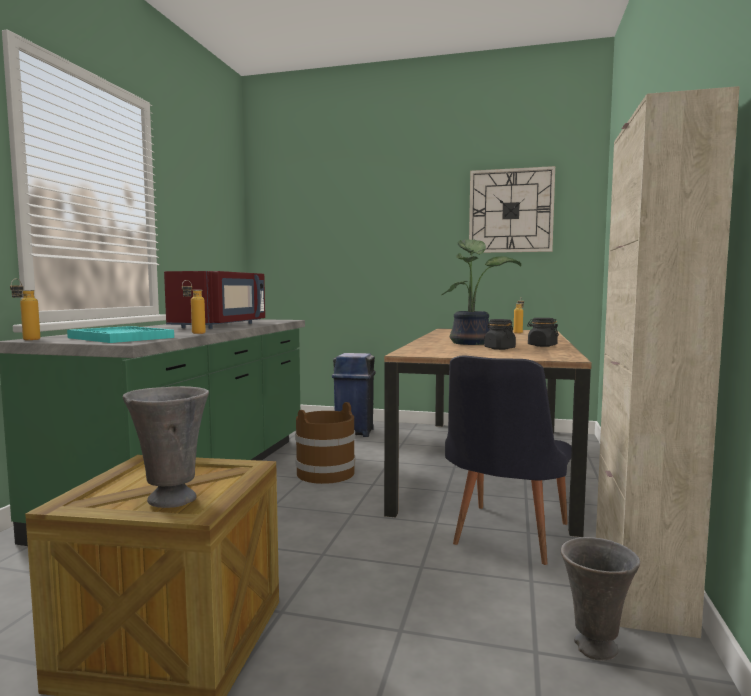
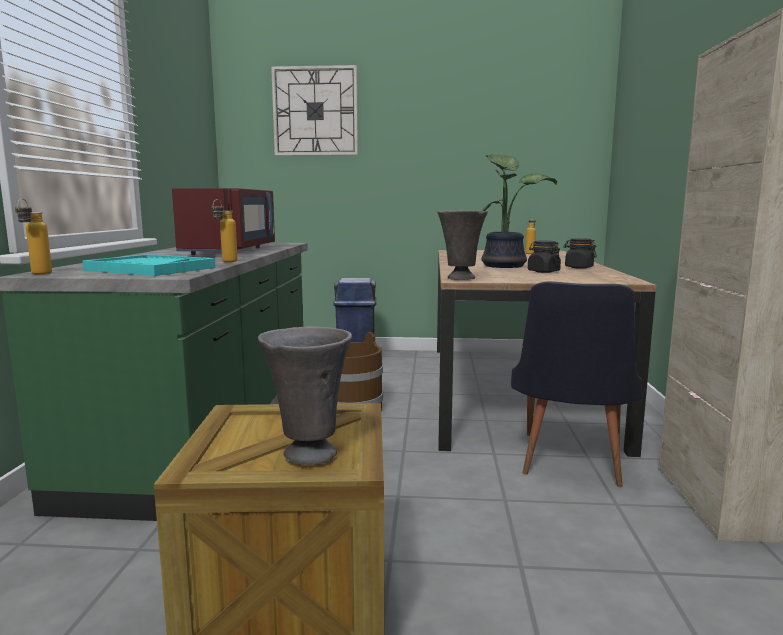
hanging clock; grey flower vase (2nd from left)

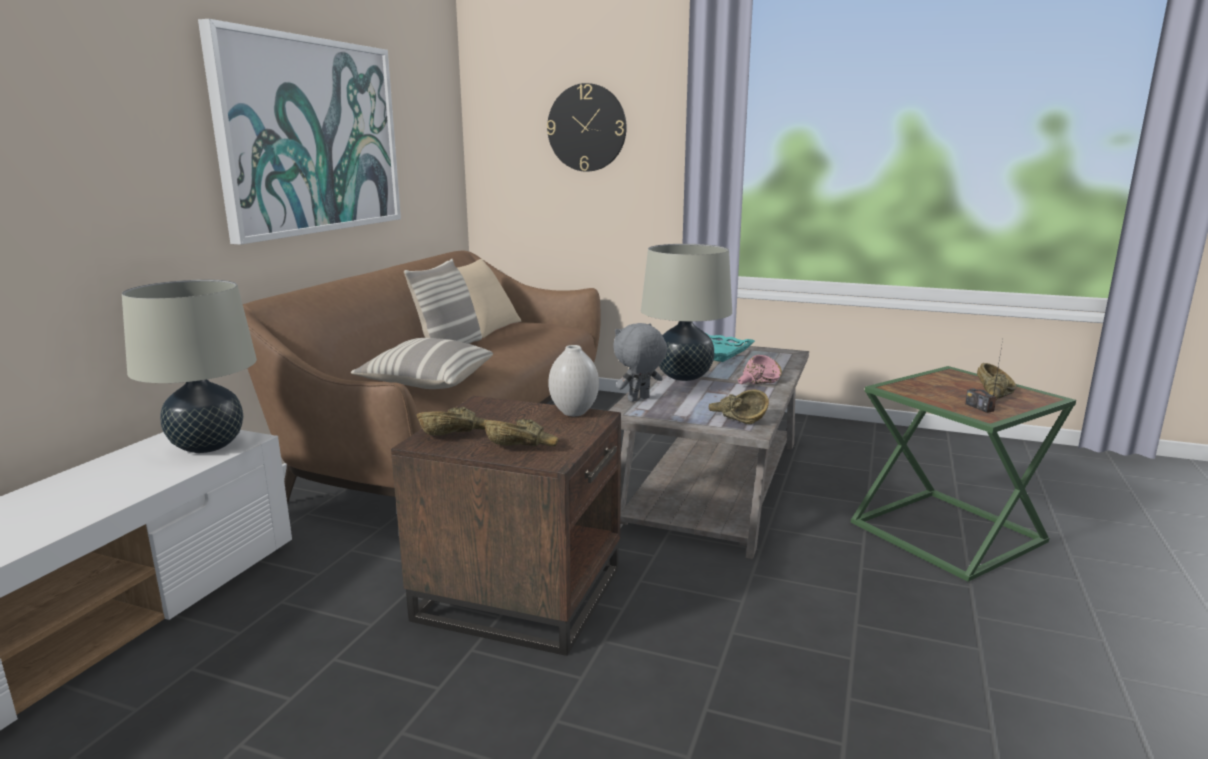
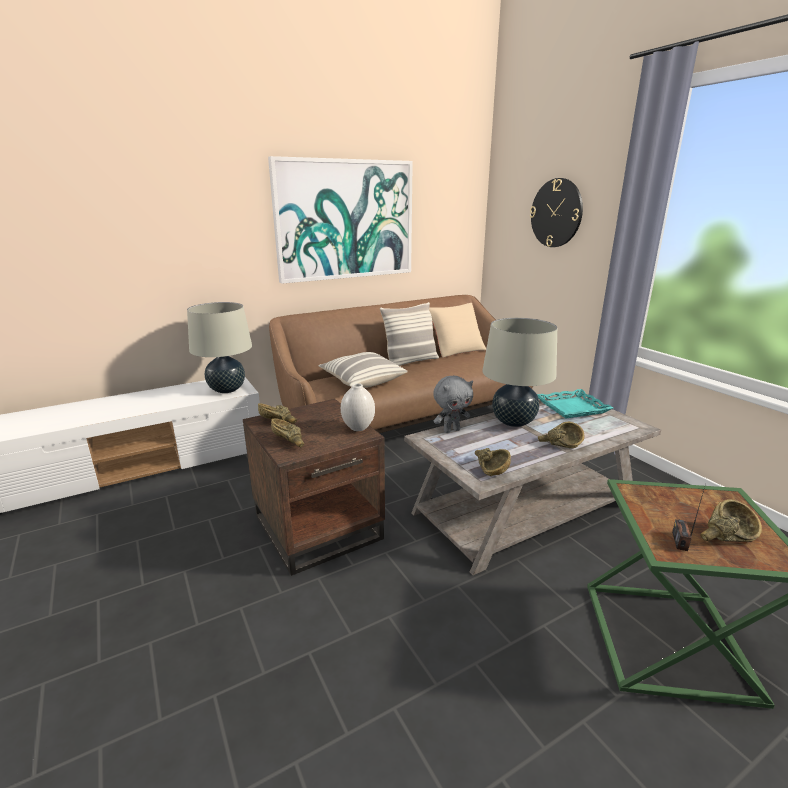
grey cuddly toy; brown-coloured deep dish (4th from left)

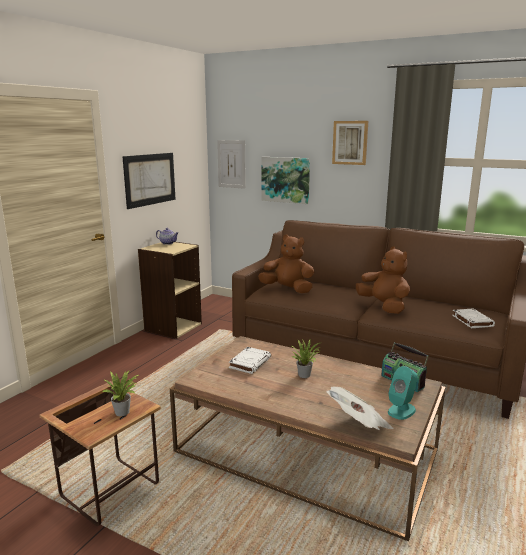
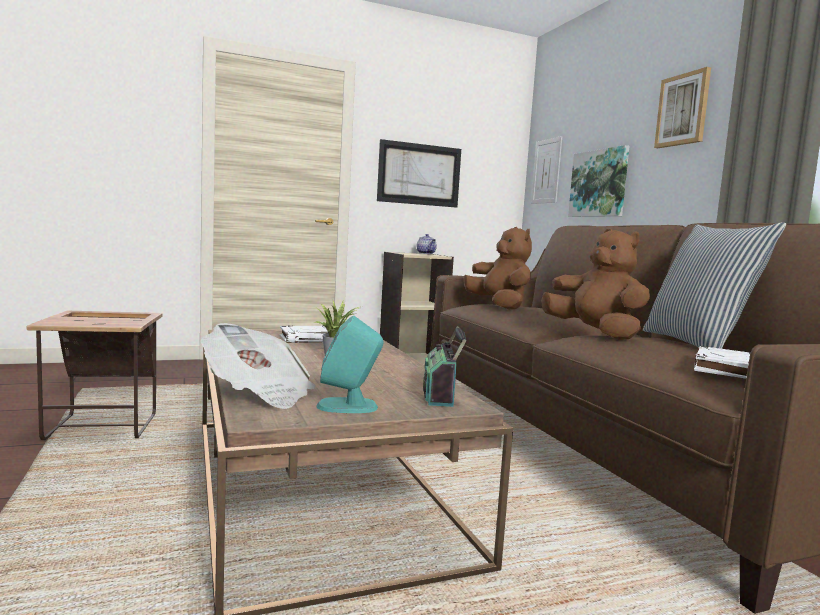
brown-coloured cuddly toy (2nd from left); houseplant (1st from left in the first image); cushion

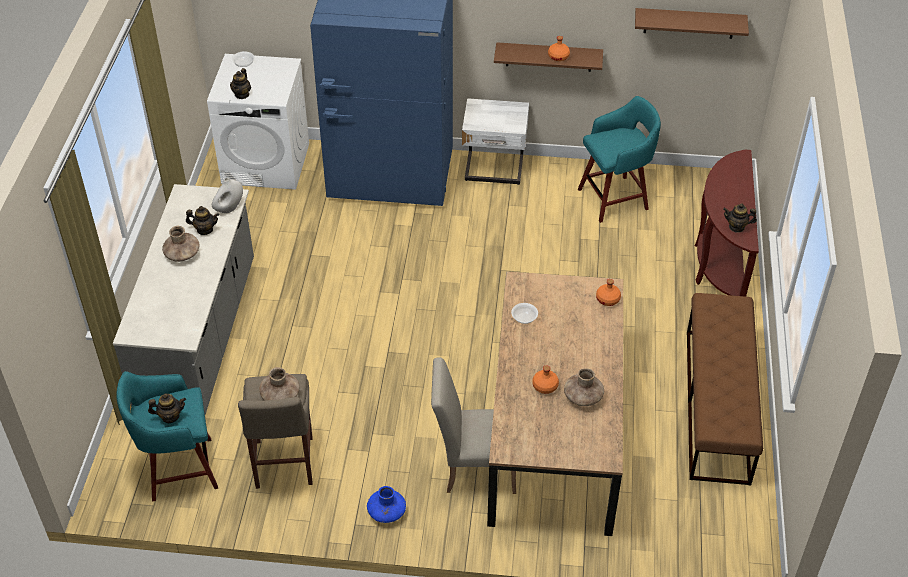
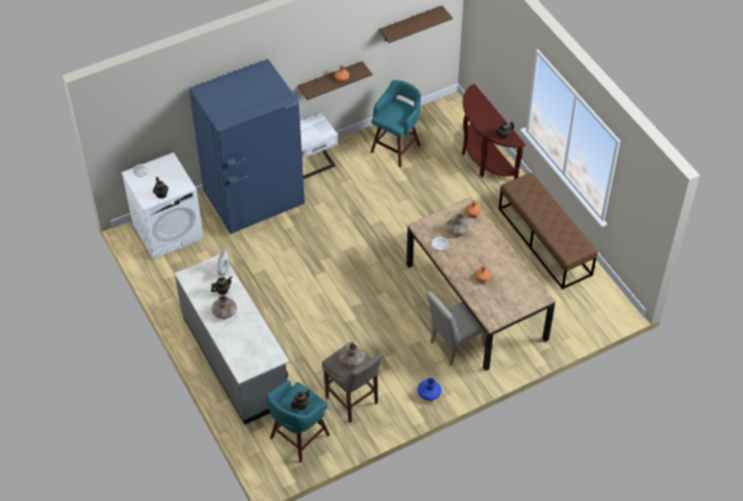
brown-coloured flower vase (3rd from left)

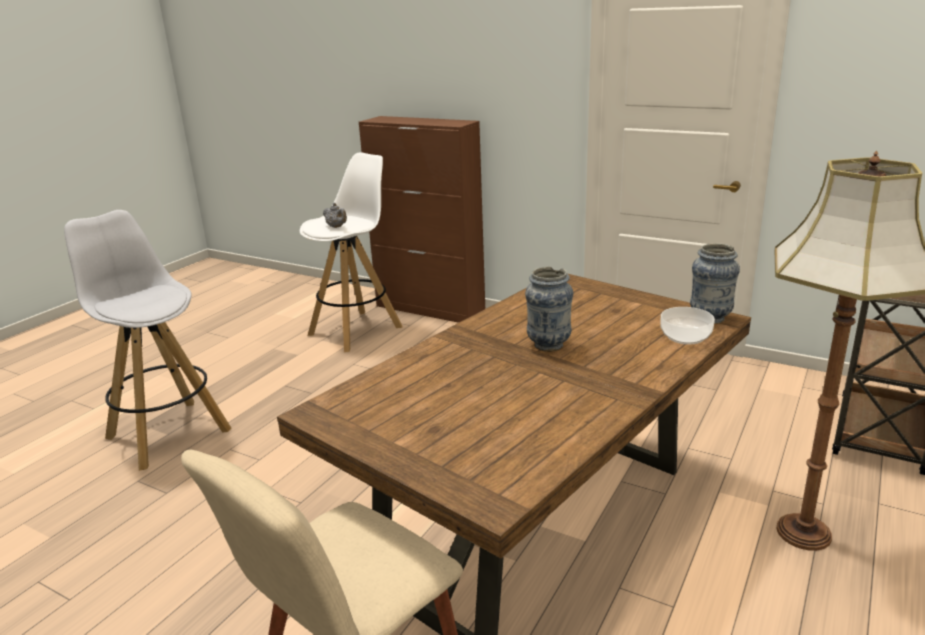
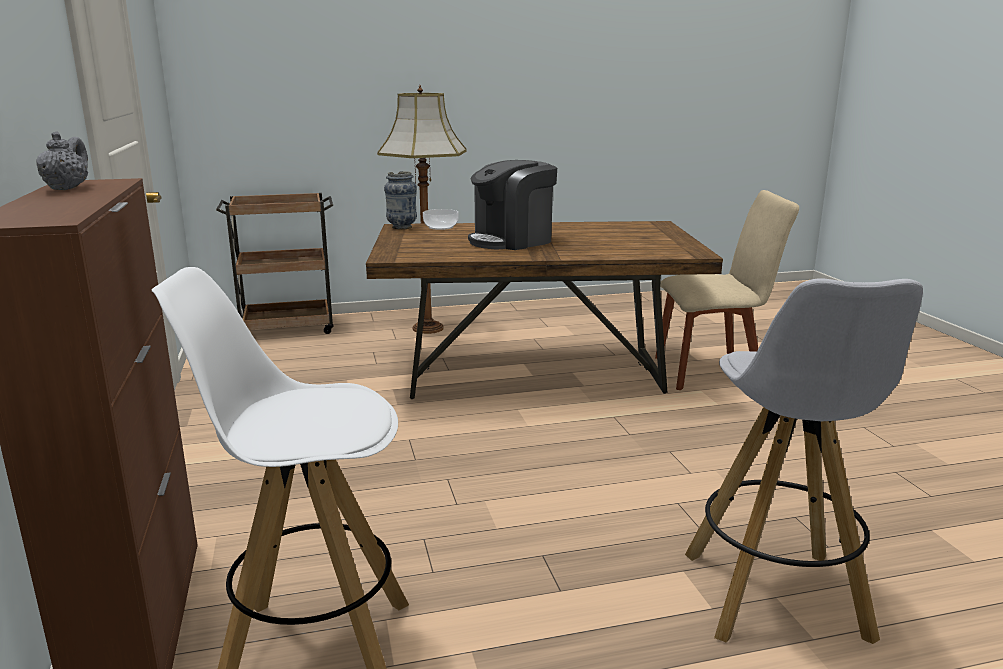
grey tea pot; coffee maker

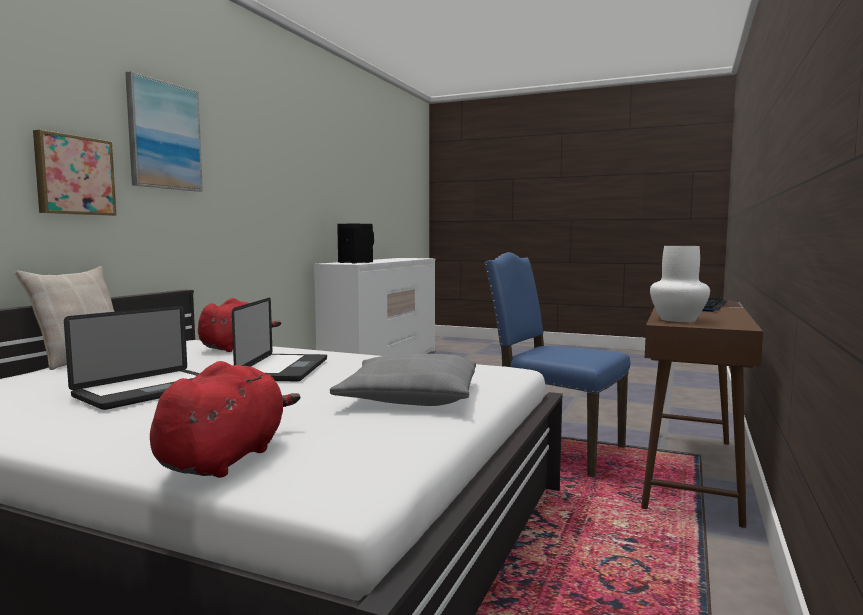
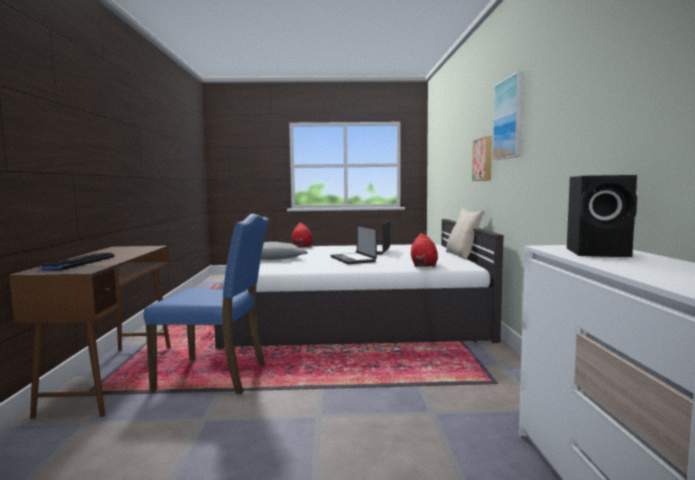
whitish flower vase

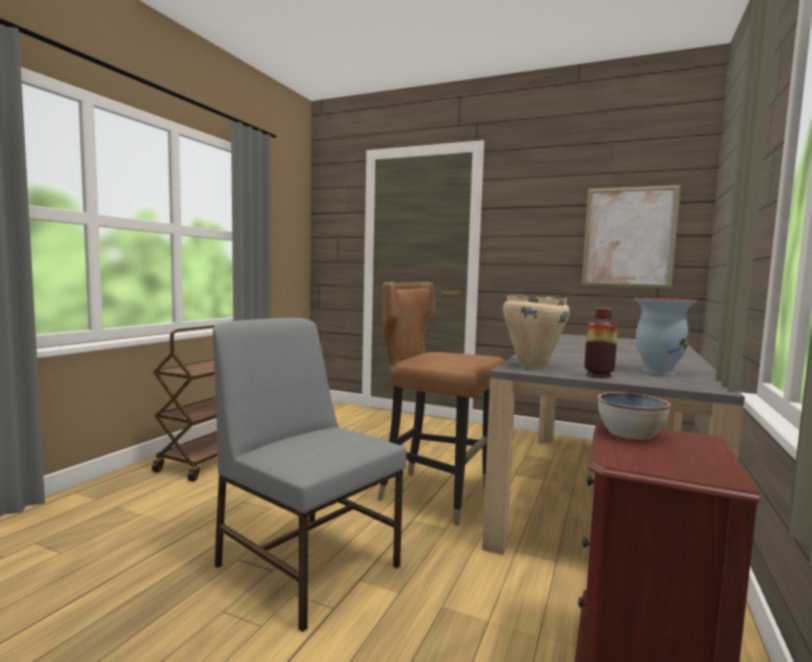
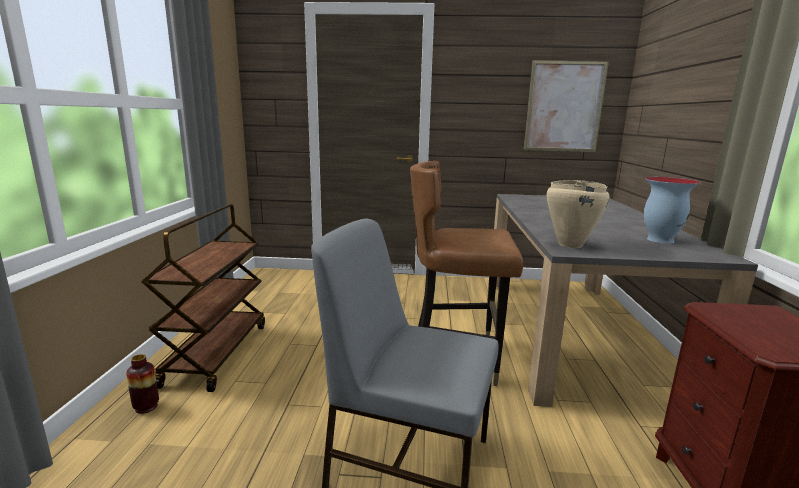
flower vase (1st from left); deep dish

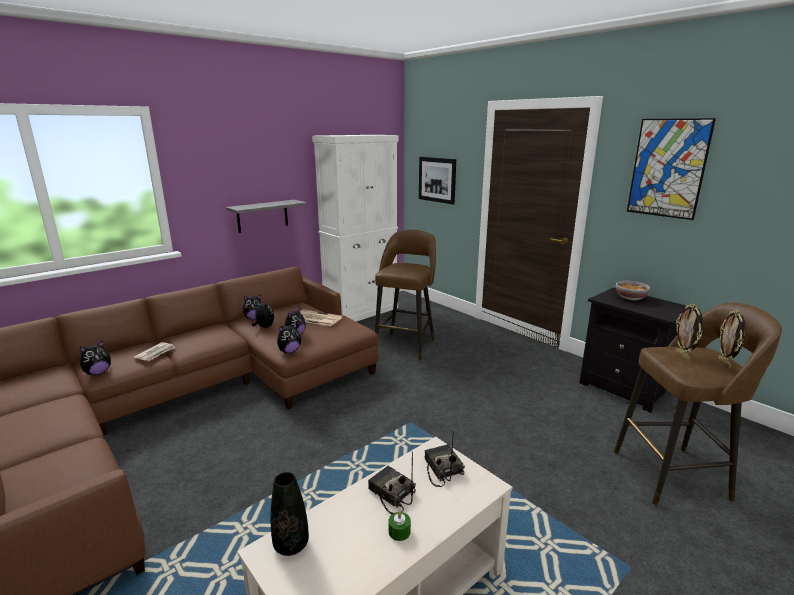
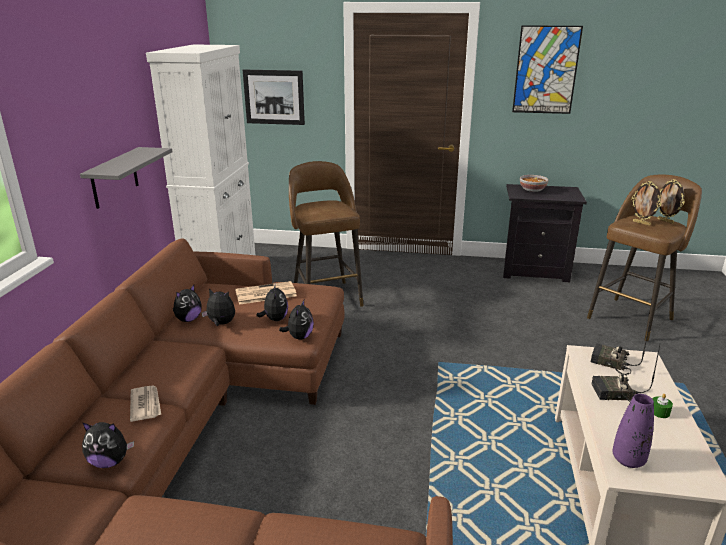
cuddly toy (1st from left); purplish flower vase

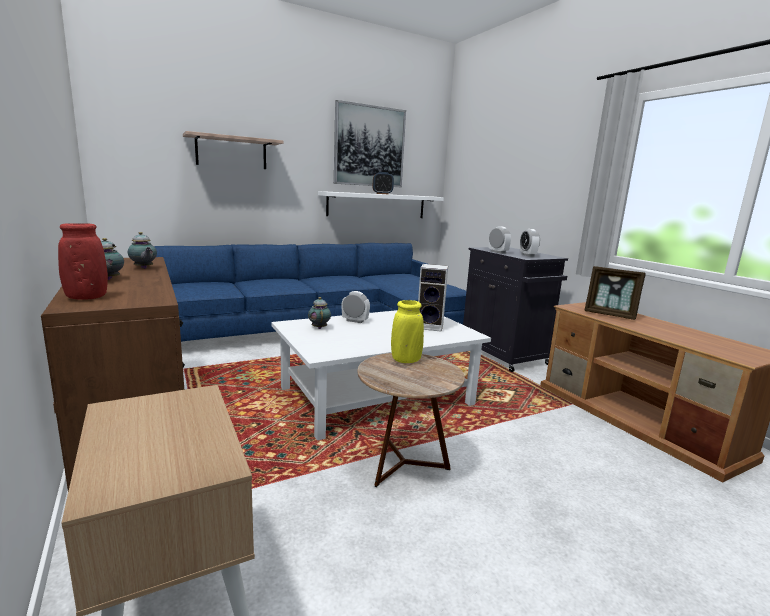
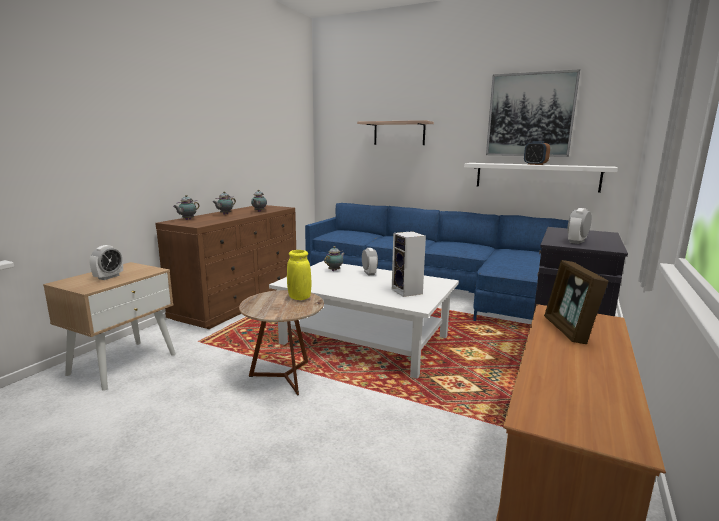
tea pot (1st from left); alarm clock (1st from left)

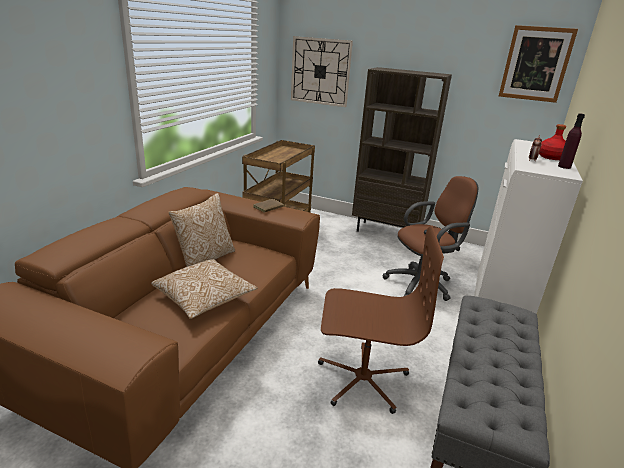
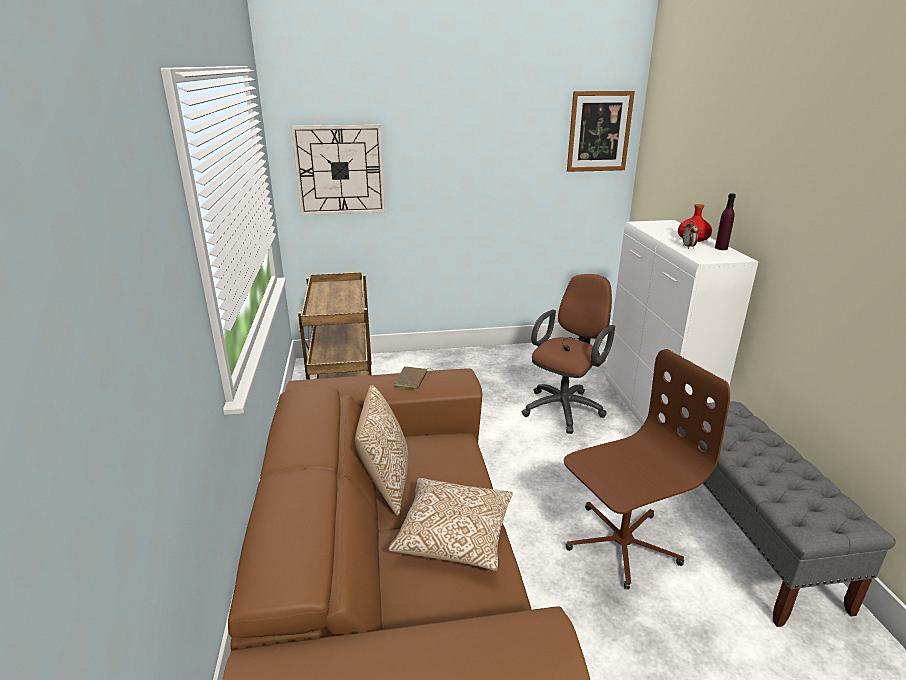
brown-coloured shelving unit

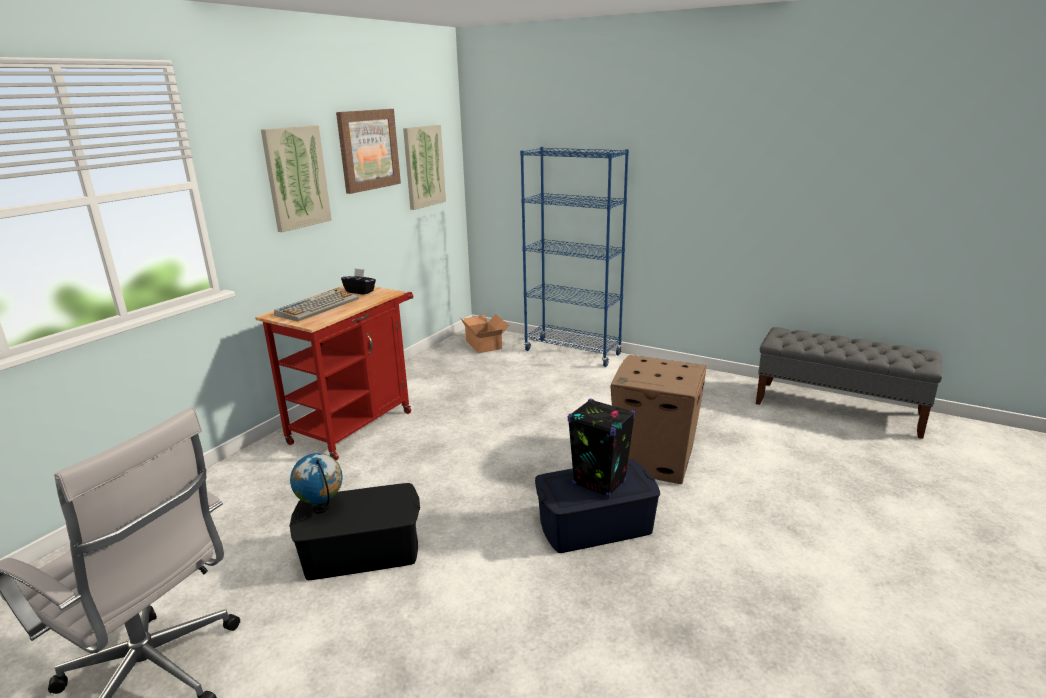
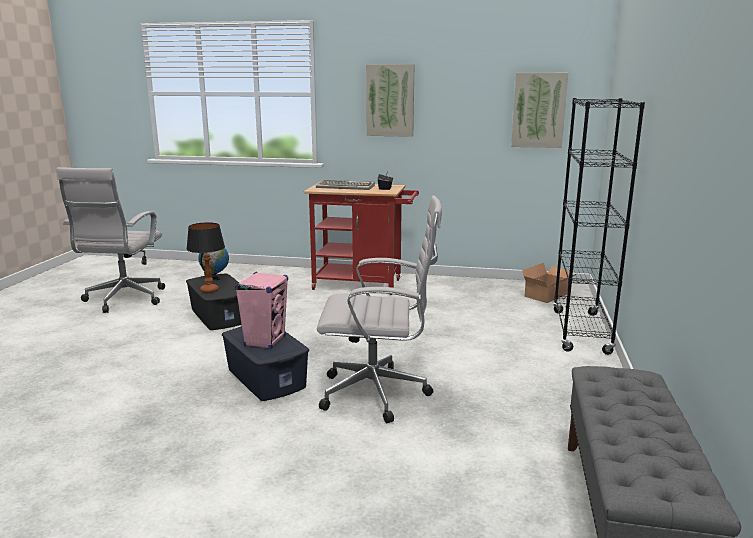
wall picture (2nd from left in the first image); blackish shelving unit; whitish office chair (2nd from left); pink speaker; lamp for a table

